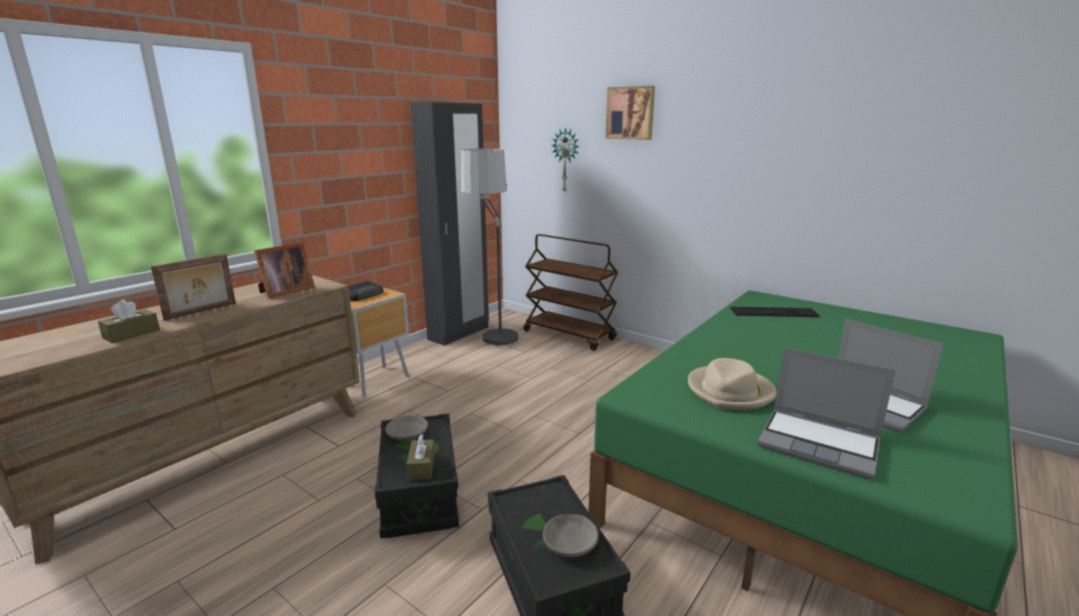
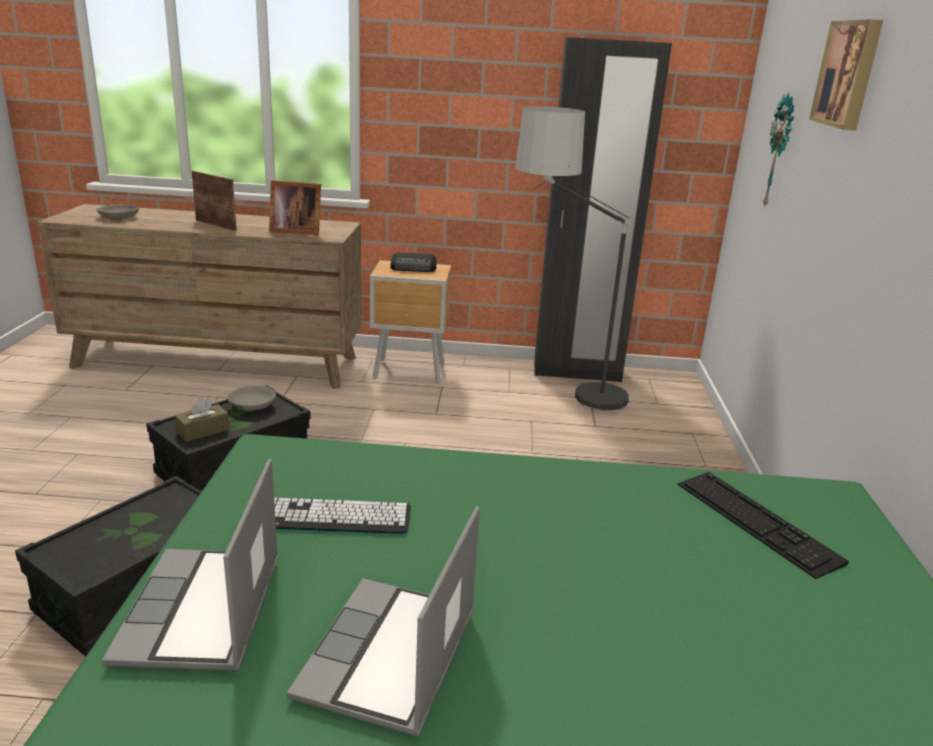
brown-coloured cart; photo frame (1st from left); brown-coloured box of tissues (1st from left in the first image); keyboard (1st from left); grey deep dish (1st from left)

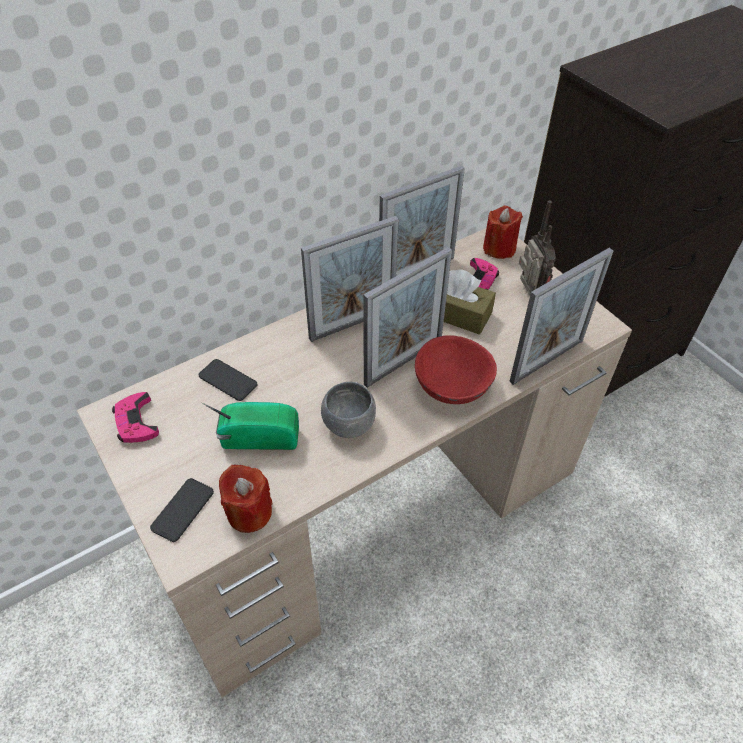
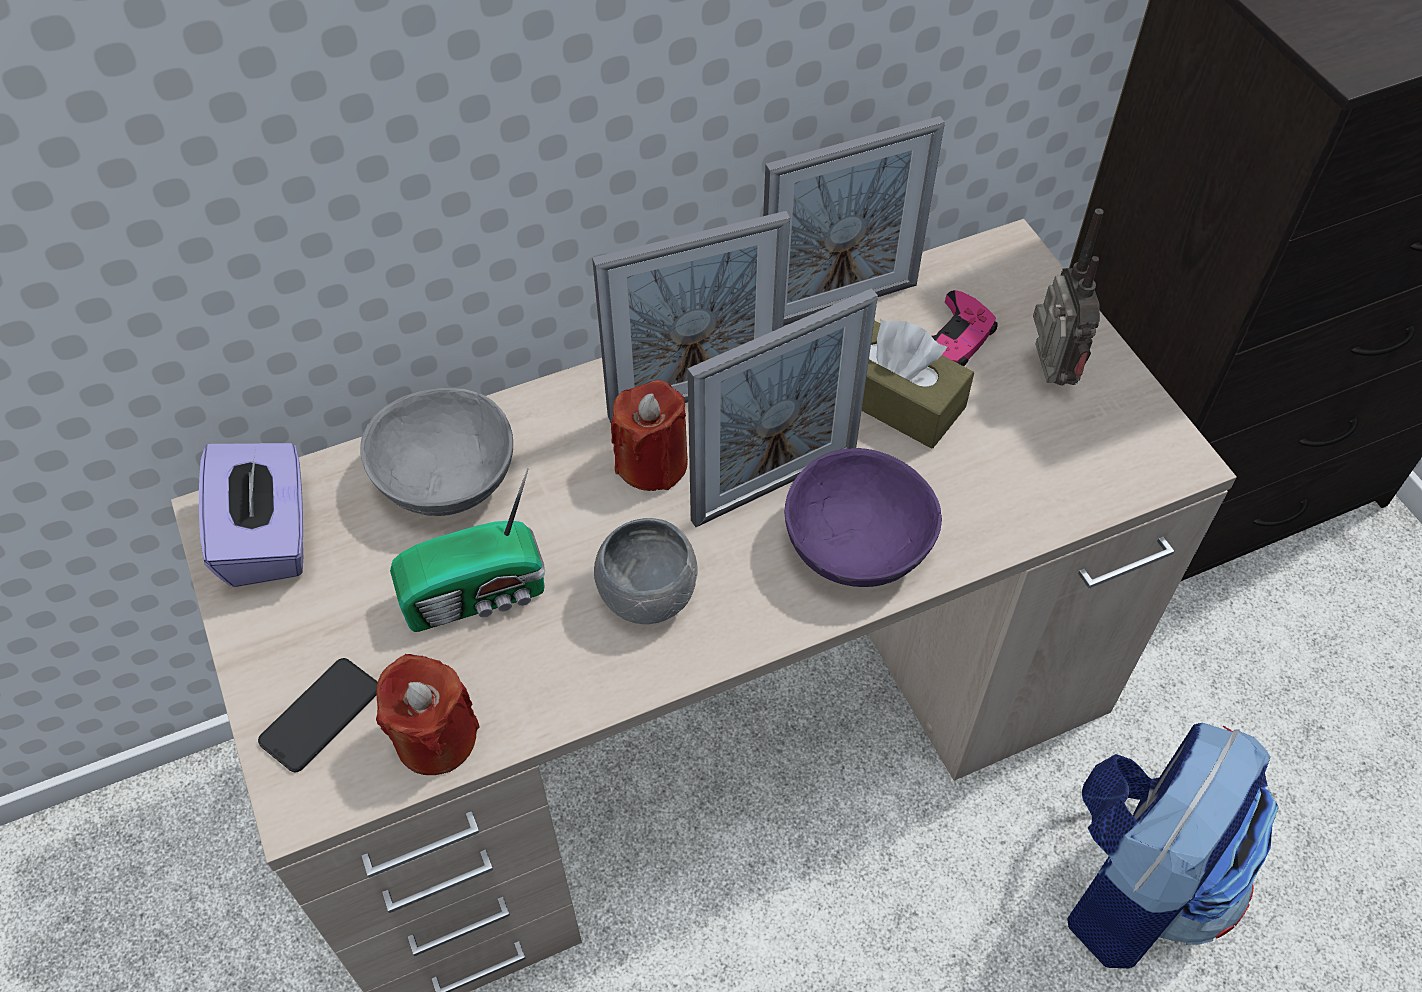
red wax candle (2nd from left); photo frame (4th from left in the first image); purplish deep dish; grey deep dish (1st from left); purplish box of tissues; radio set (1st from left); backpack

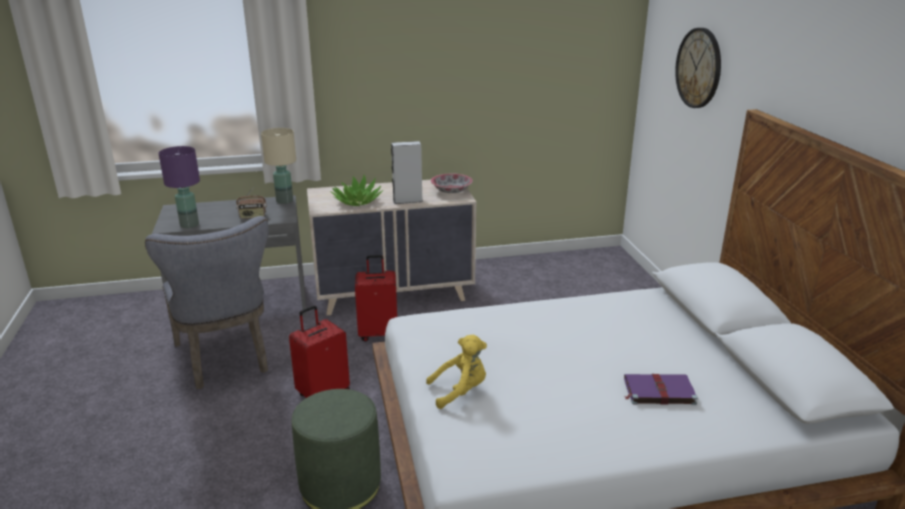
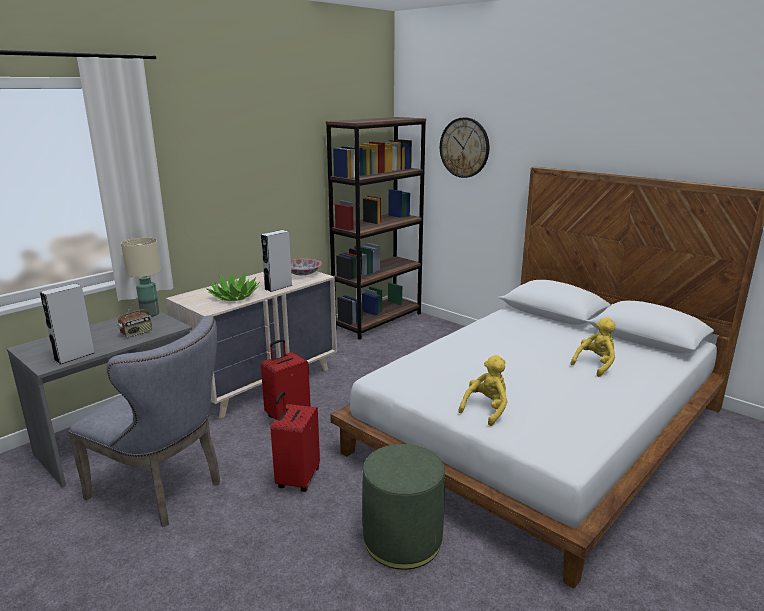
grey speaker (1st from left); yellow-coloured cuddly toy (2nd from left); brown-coloured shelving unit

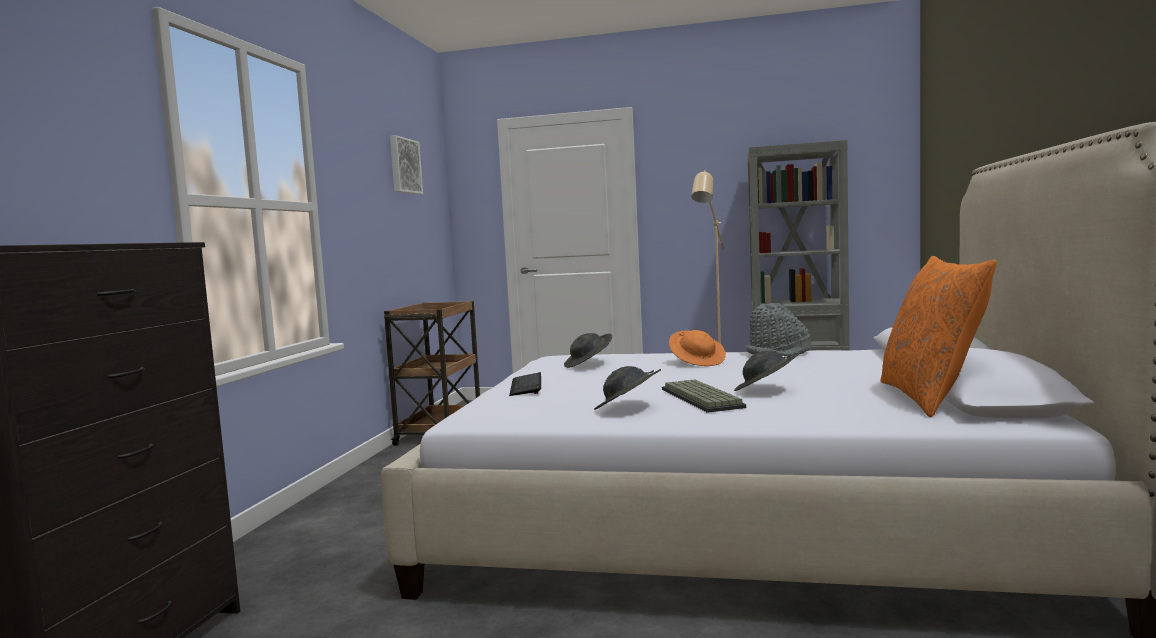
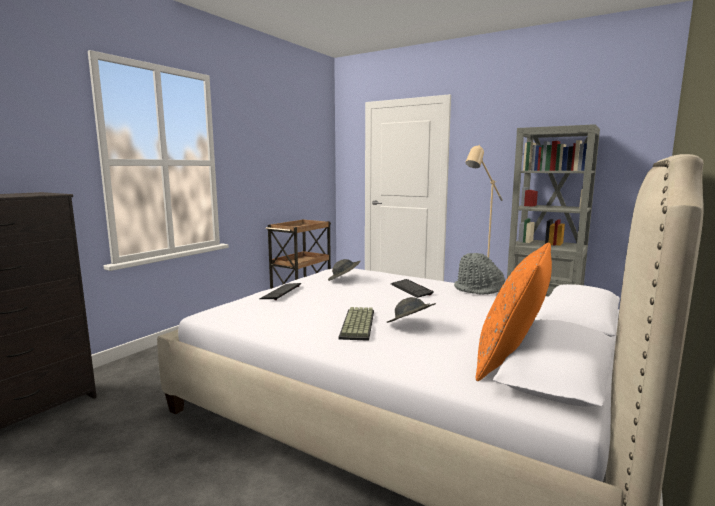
wall picture; keyboard (3rd from left); grey hat (2nd from left in the first image)

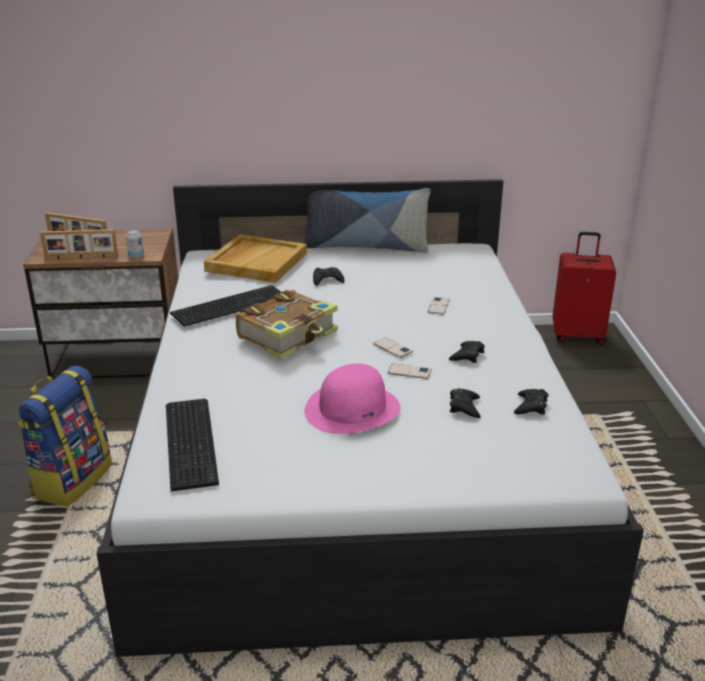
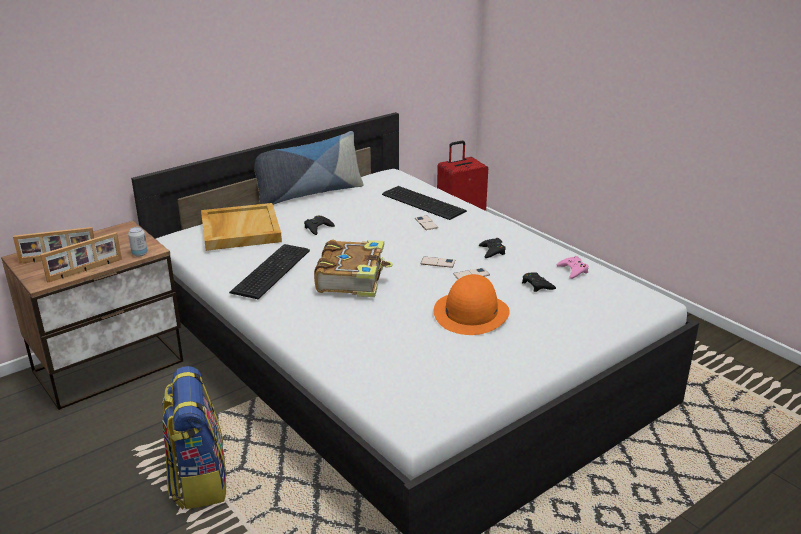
orange hat; pink game controller; keyboard (2nd from left)

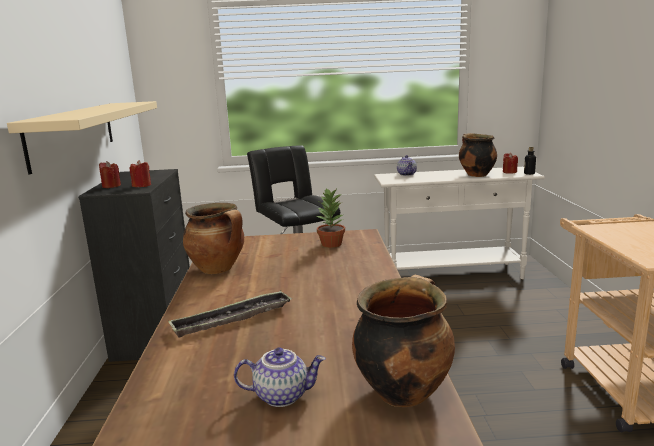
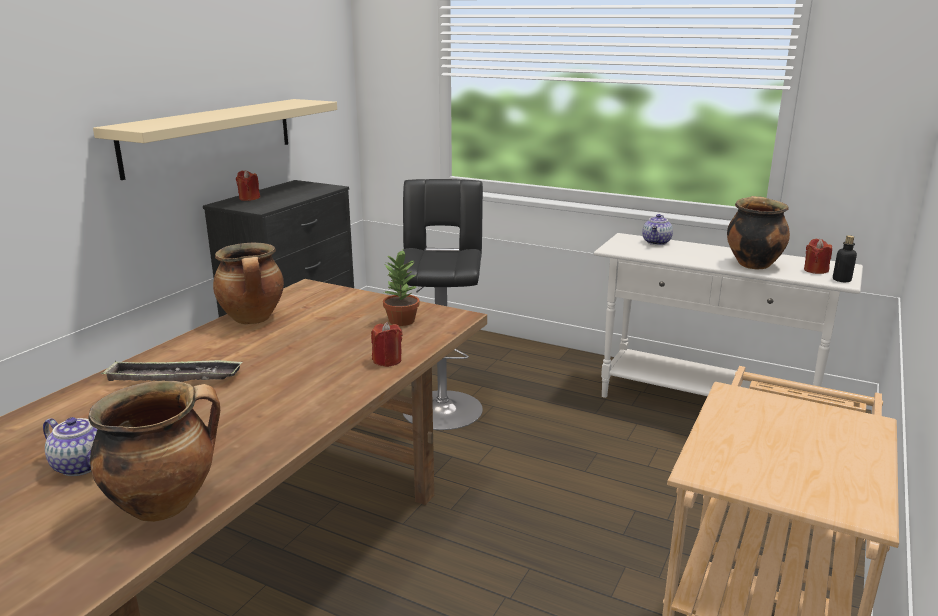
red wax candle (2nd from left)

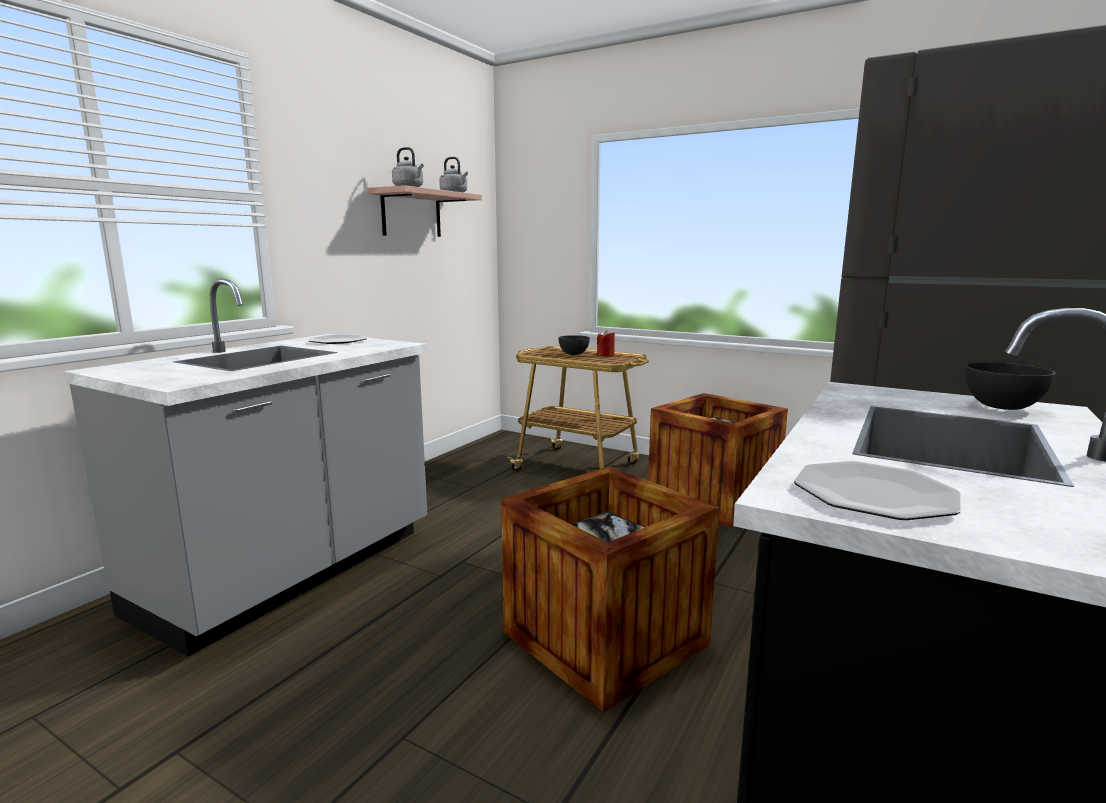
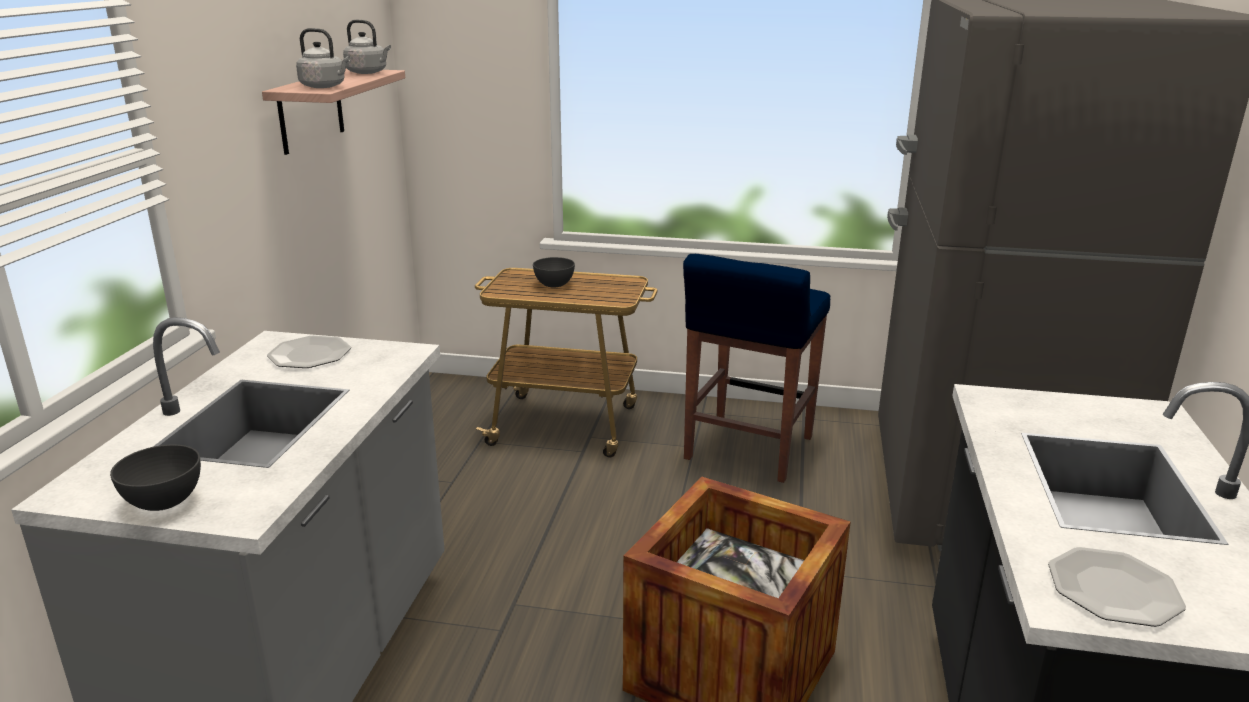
red wax candle; grey deep dish (1st from left); blue stool

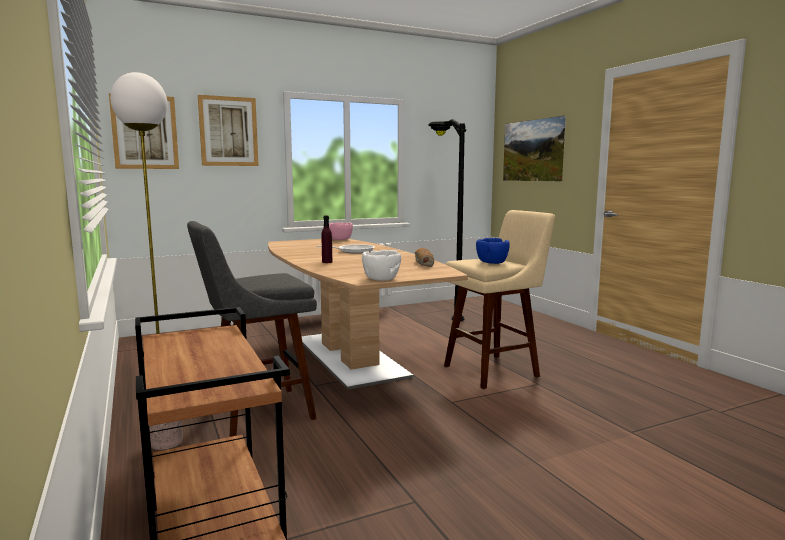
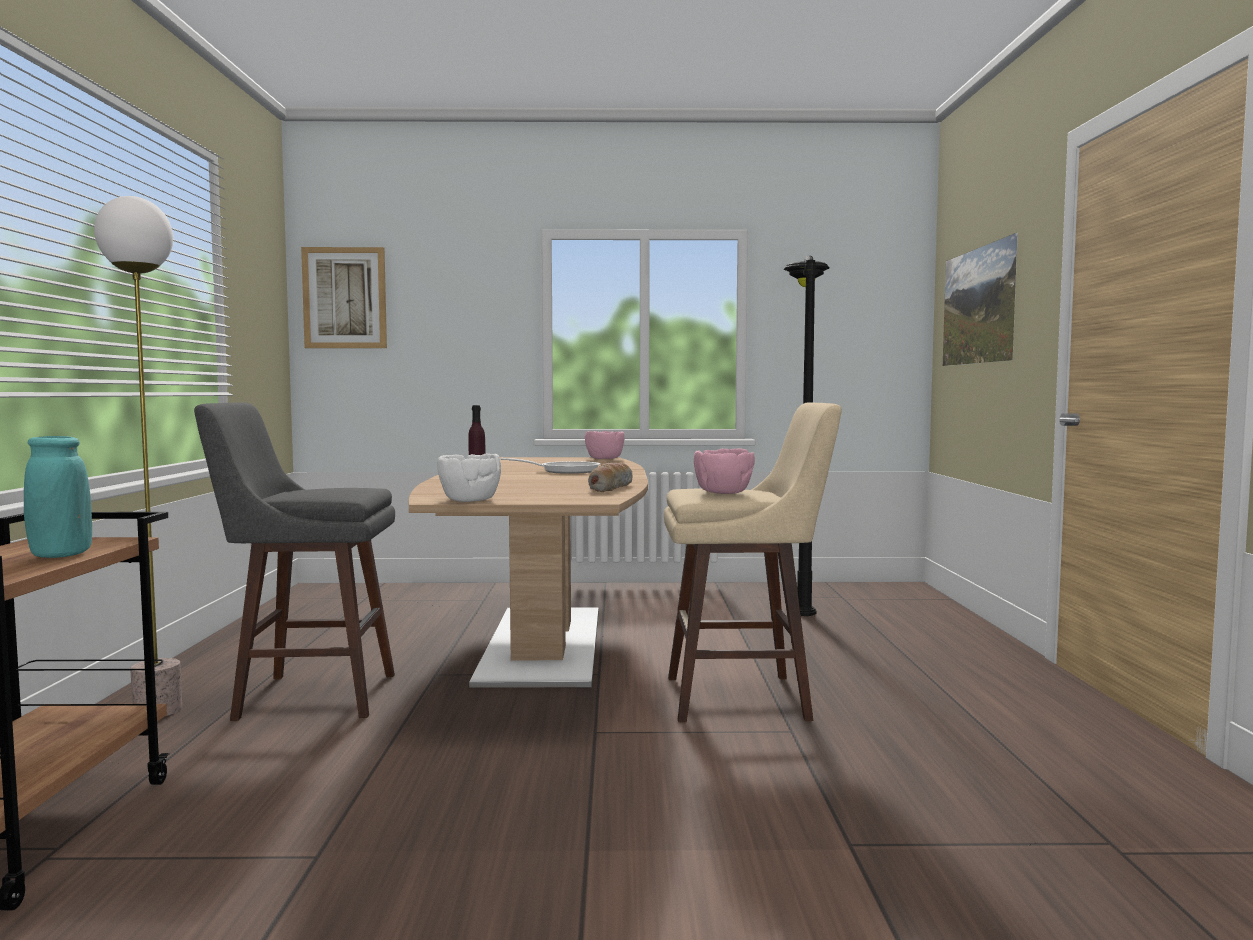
wall picture (2nd from left in the first image); pink deep dish (2nd from left); turquoise flower vase

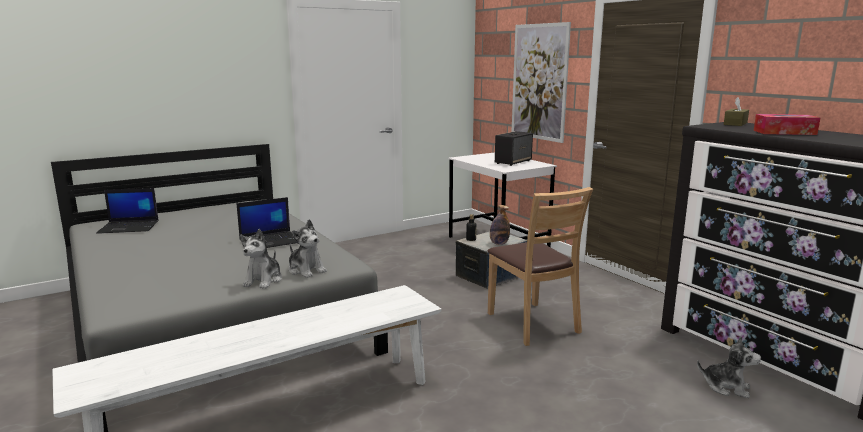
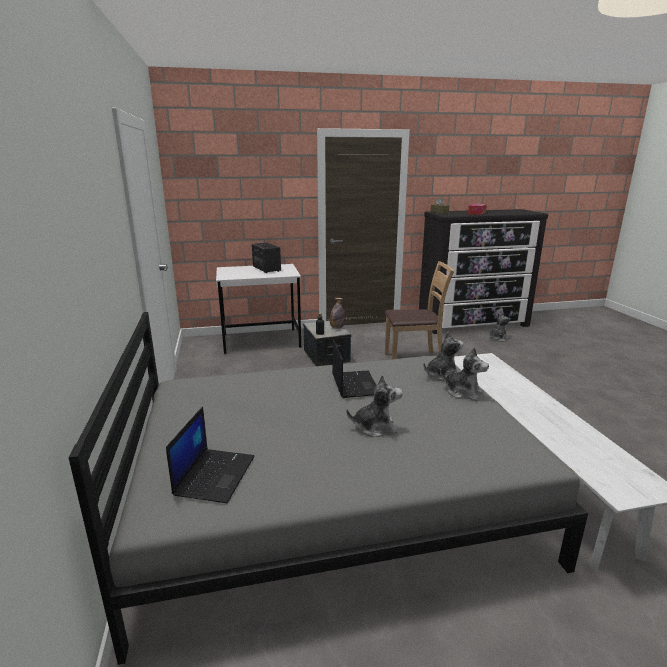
wall picture; cuddly toy (1st from left)

